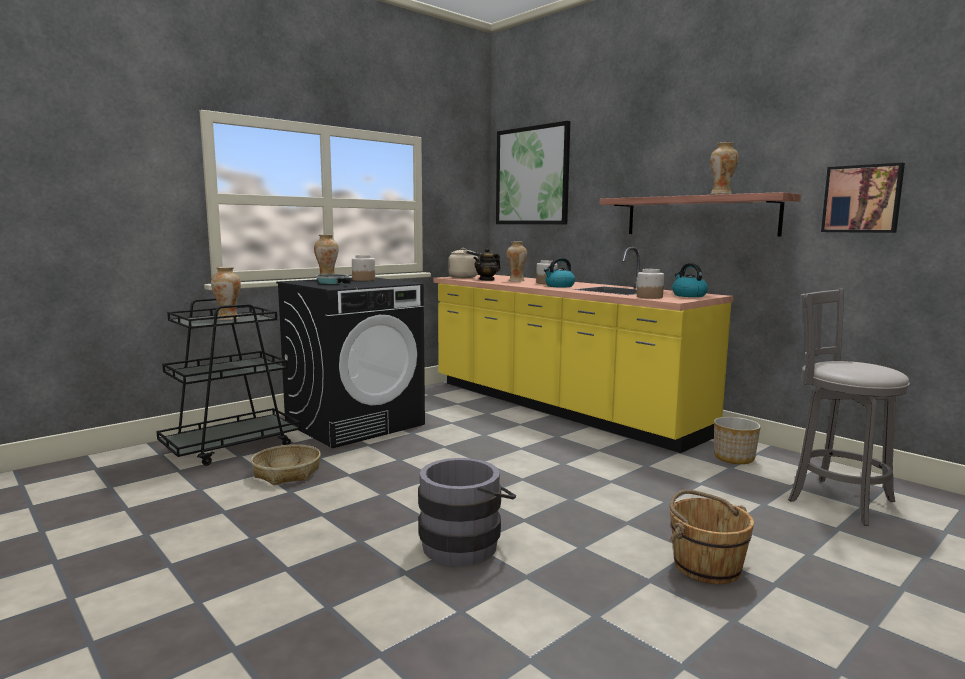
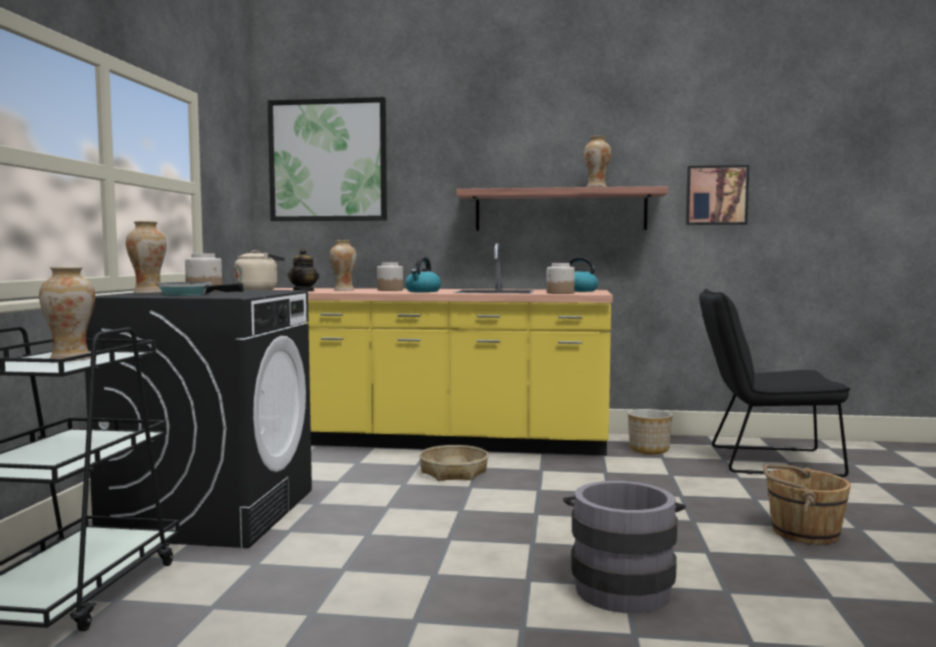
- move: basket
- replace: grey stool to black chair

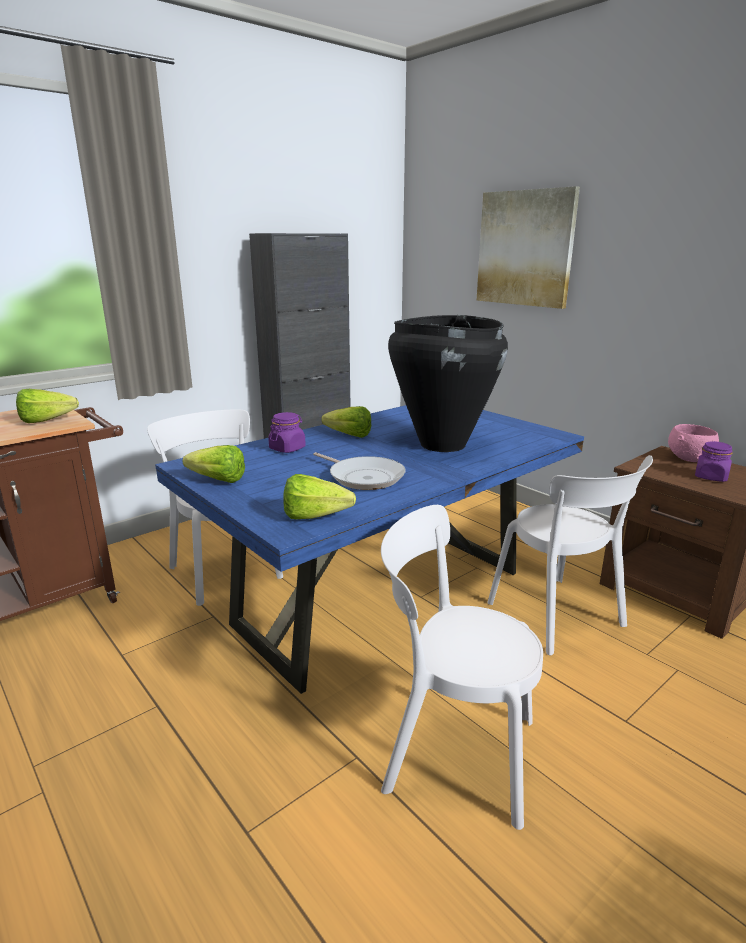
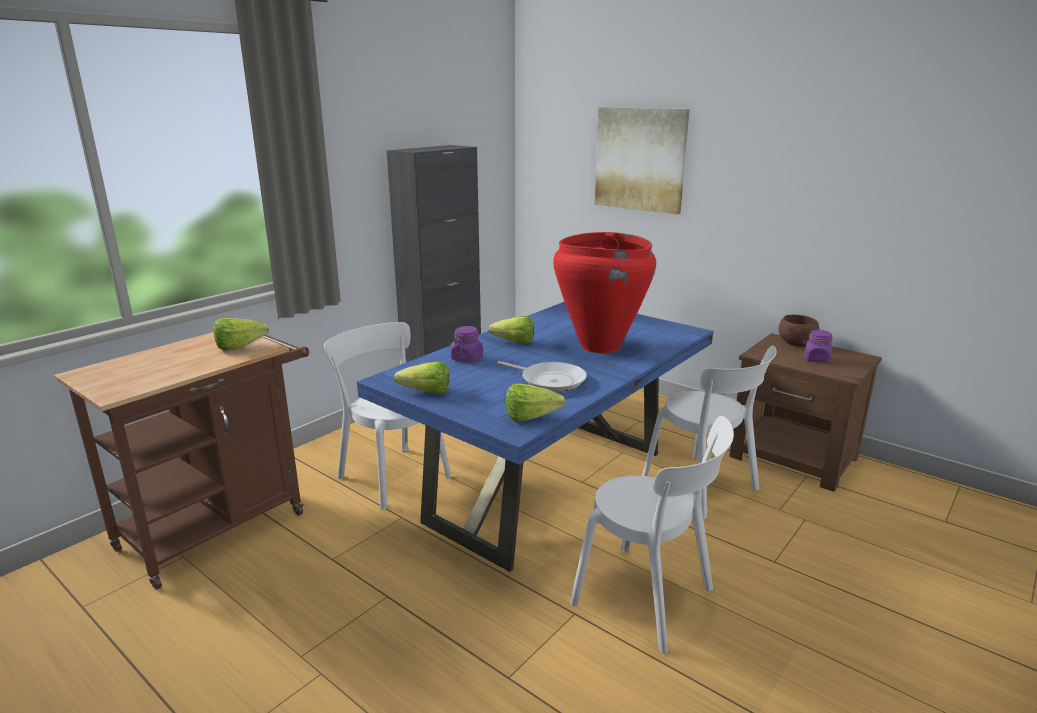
- recolor: black vase to red vase
- recolor: pink bowl to brown bowl
- rotate: white chair (2nd from left) 150 degrees counterclockwise

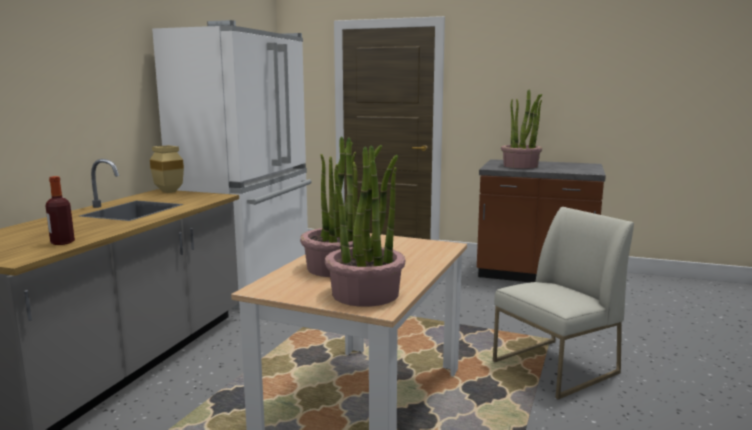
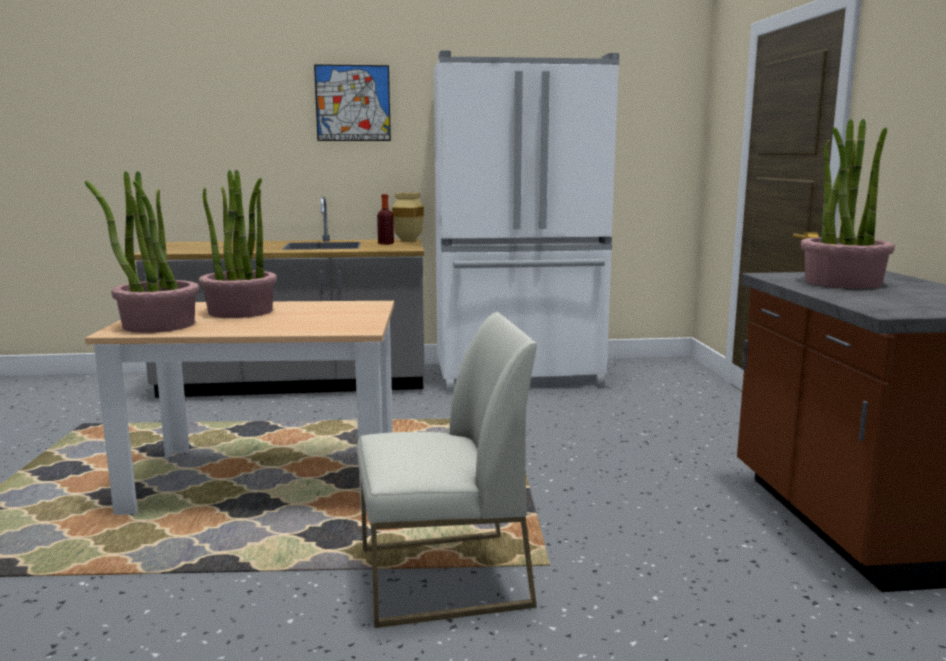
- insert: picture
- move: bottle
- rotate: white chair 45 degrees counterclockwise

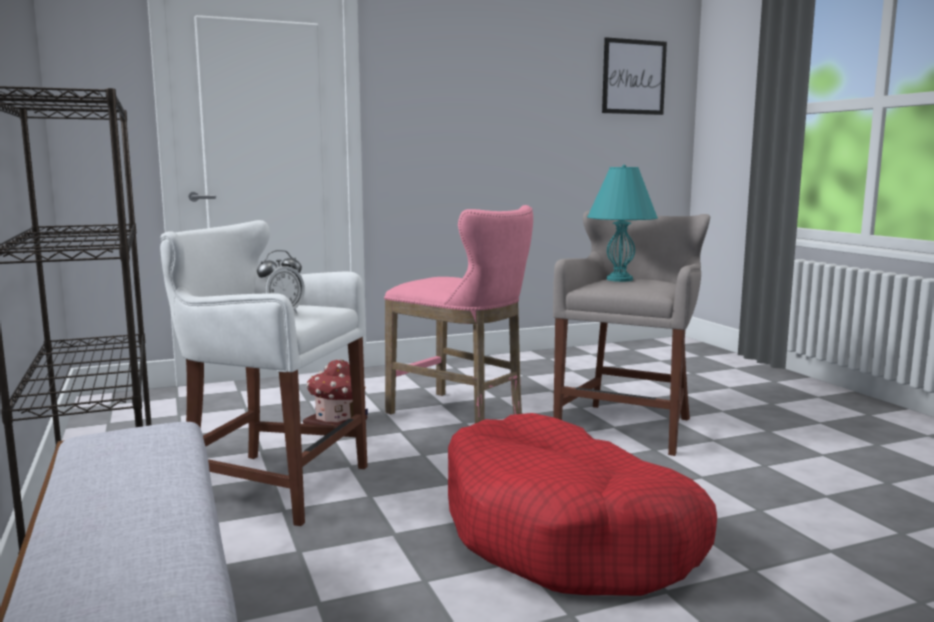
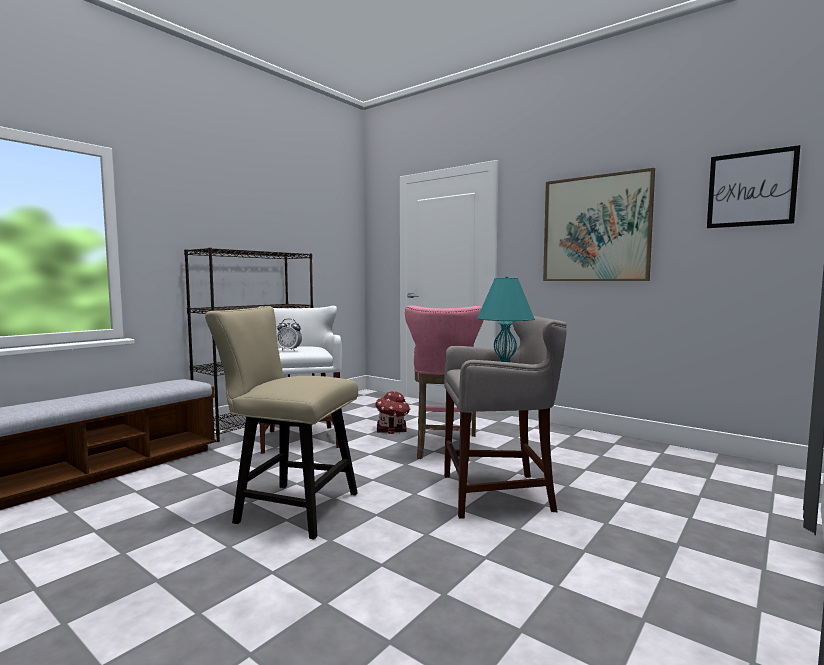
- insert: picture (1st from left)
- replace: red dog bed to beige chair

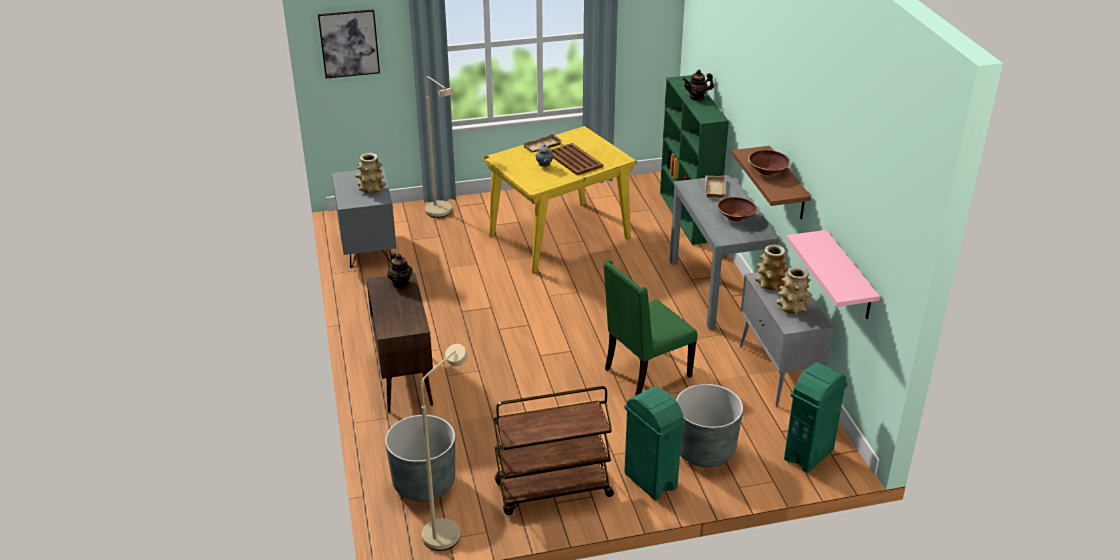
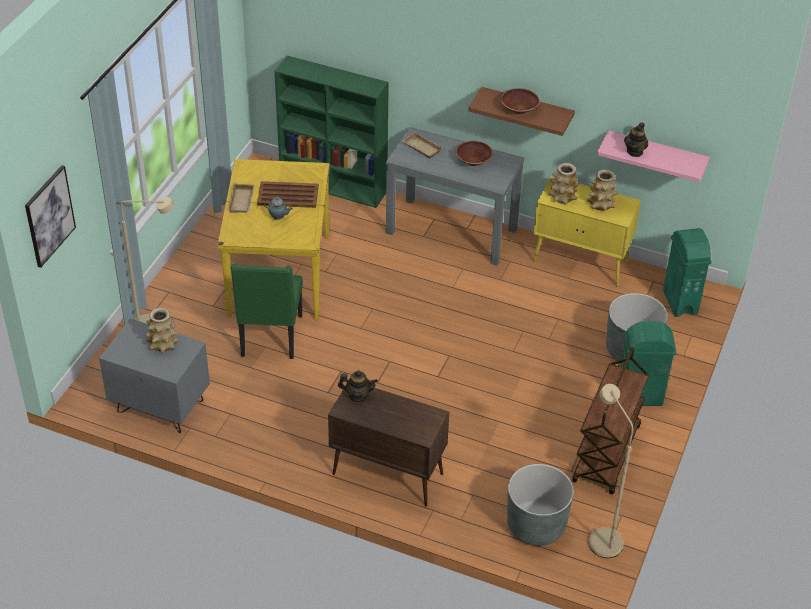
- move: green chair
- move: teapot (3rd from left)
- recolor: grey cabinet to yellow cabinet

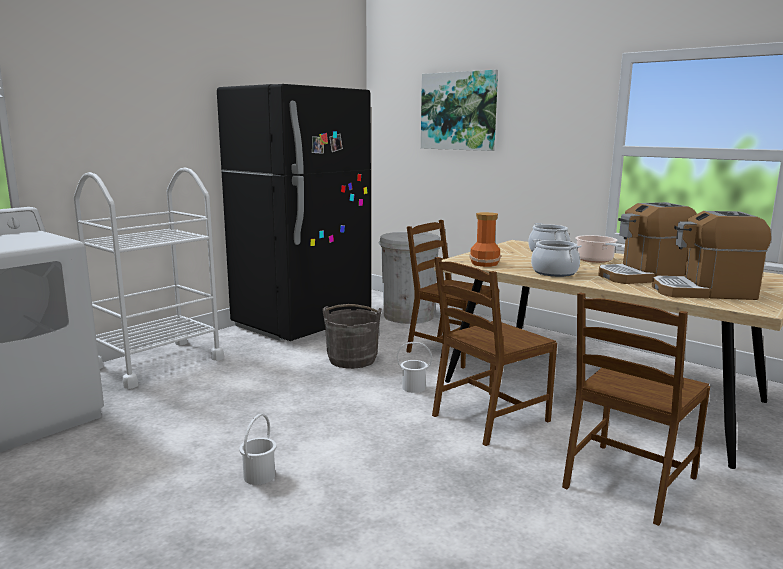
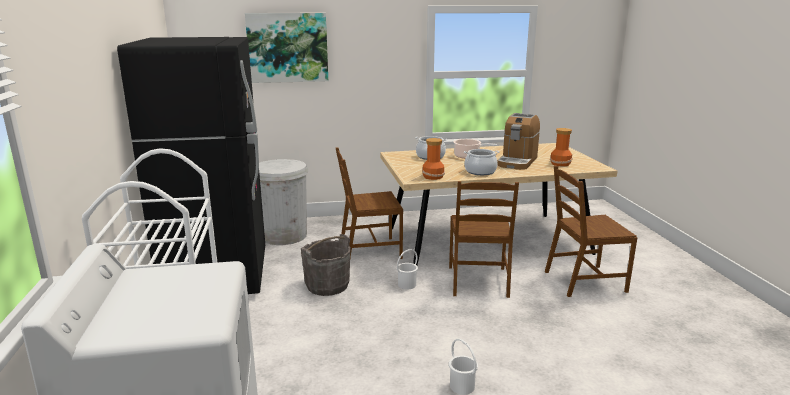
- replace: coffee machine (2nd from left) to vase (2nd from left)
- rotate: brown chair (3rd from left) 90 degrees clockwise

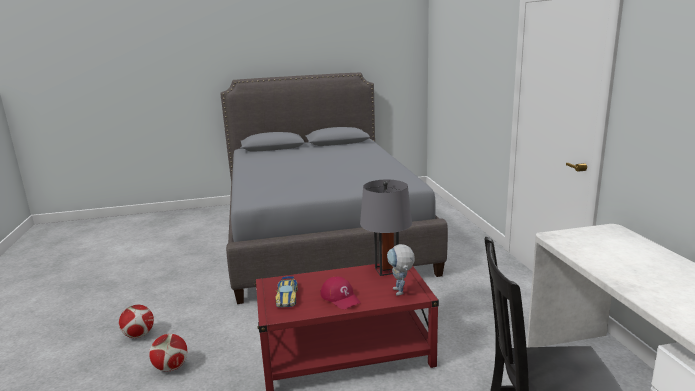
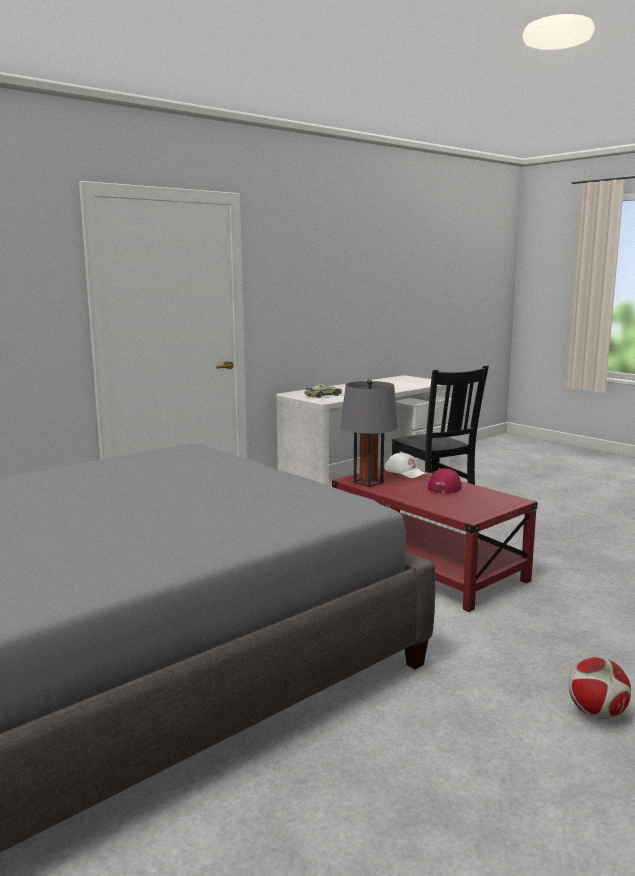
- delete: football (2nd from left)
- move: toy car
- replace: toy robot to white cap

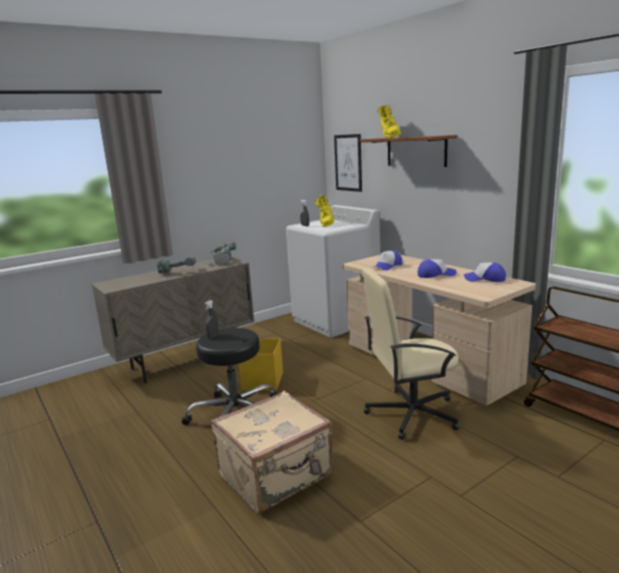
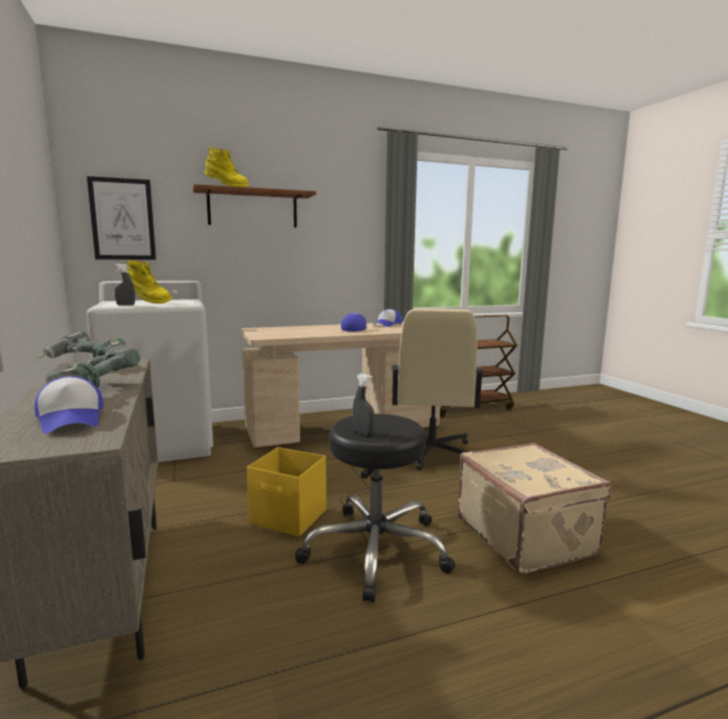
- move: cap (1st from left)

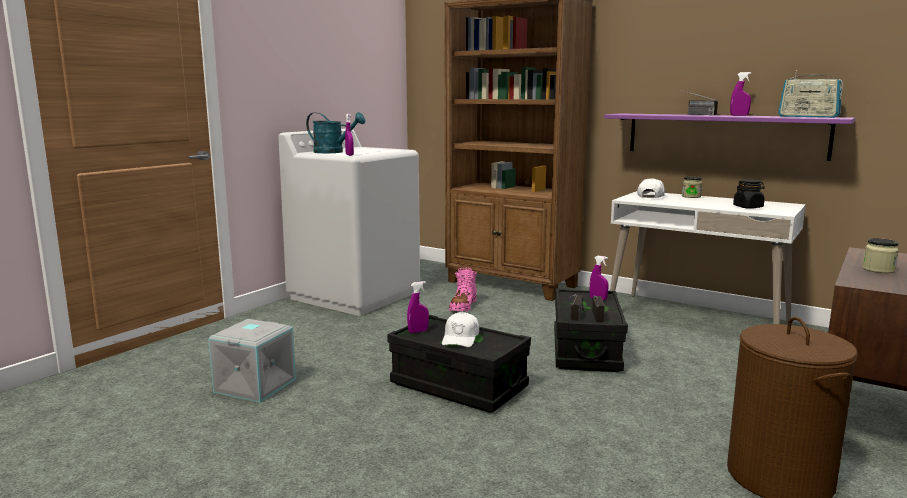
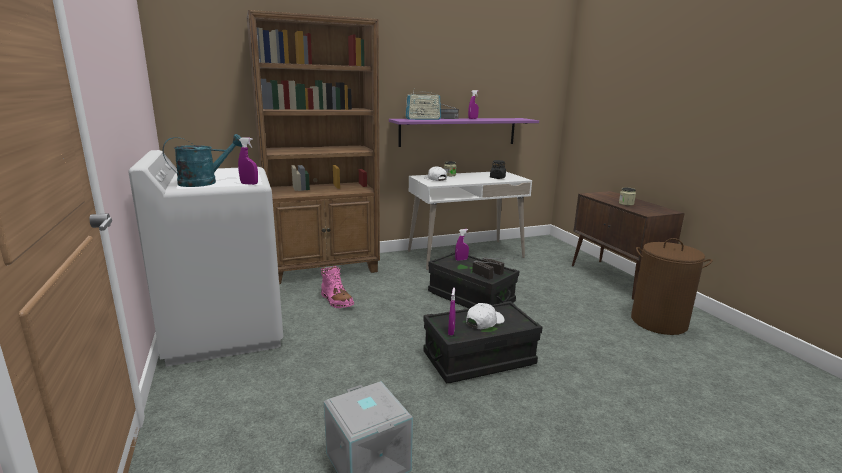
- move: radio (4th from left in the first image) to radio (1st from left)
- rotate: white cap (1st from left in the first image) 90 degrees counterclockwise

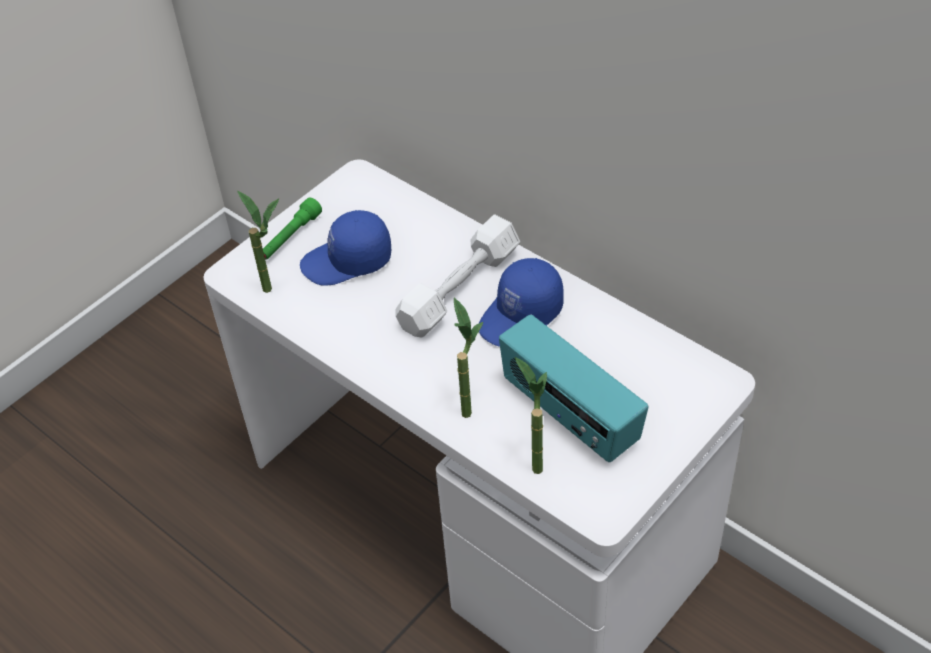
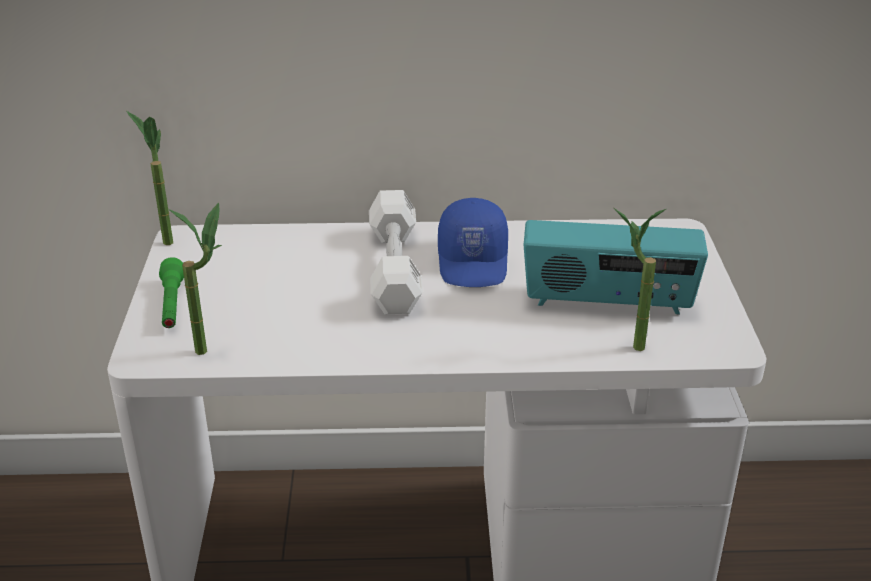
- delete: blue cap (1st from left)
- move: potted plant (2nd from left in the first image) to potted plant (1st from left)

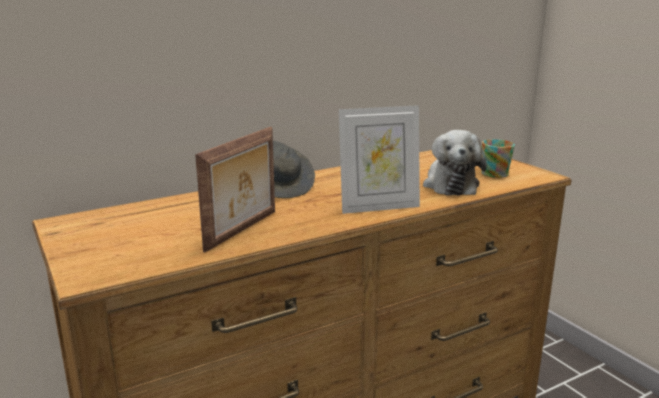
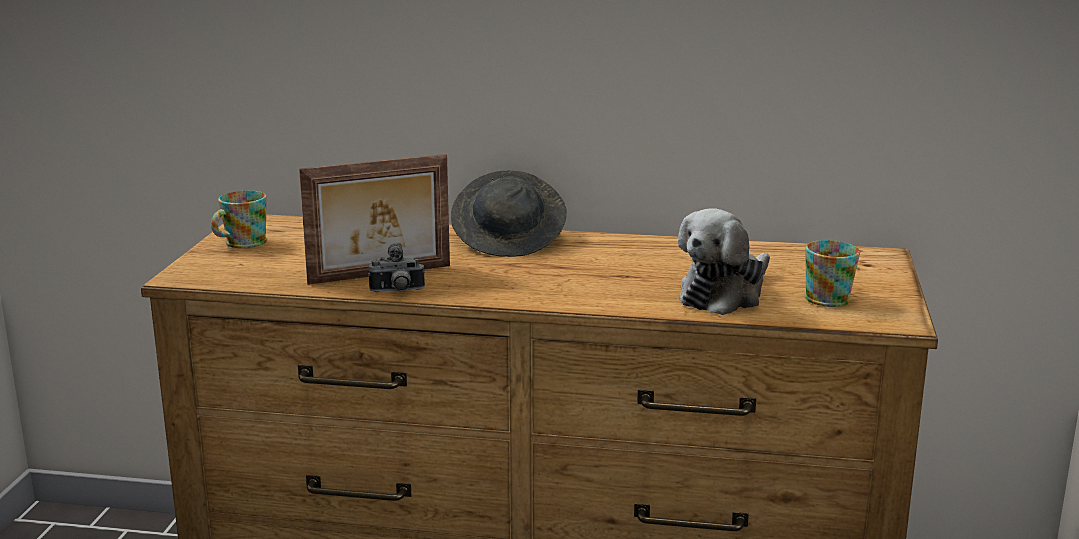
- delete: picture frame (2nd from left)
- insert: mug (1st from left)
- insert: photo camera

